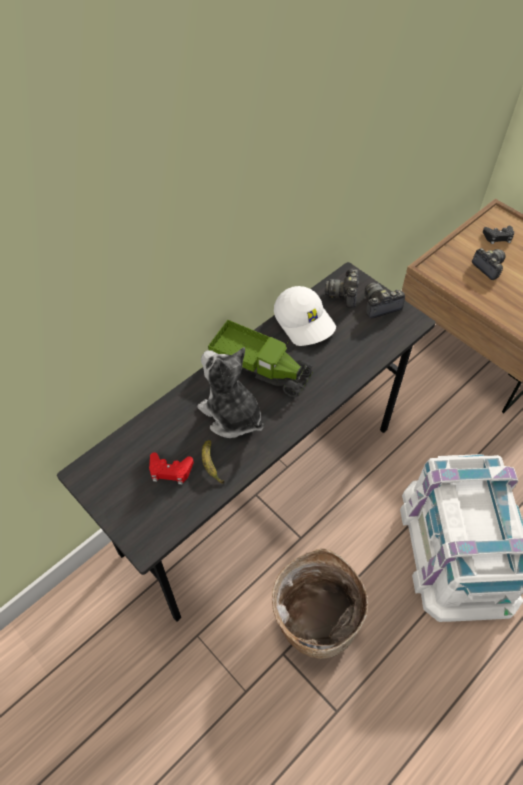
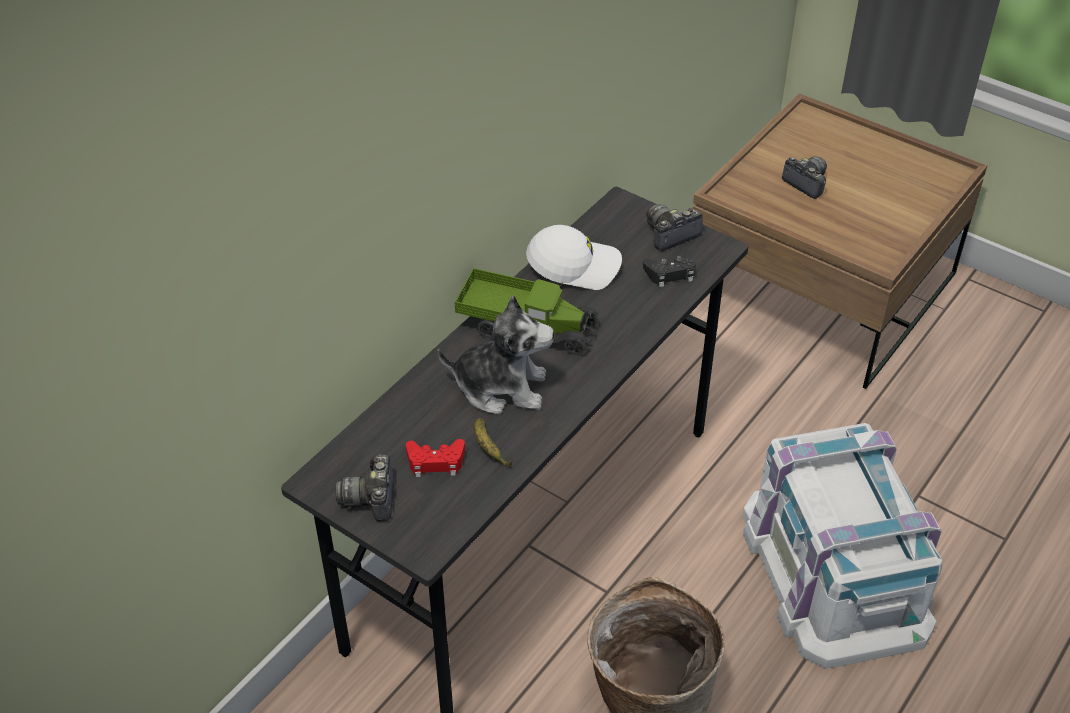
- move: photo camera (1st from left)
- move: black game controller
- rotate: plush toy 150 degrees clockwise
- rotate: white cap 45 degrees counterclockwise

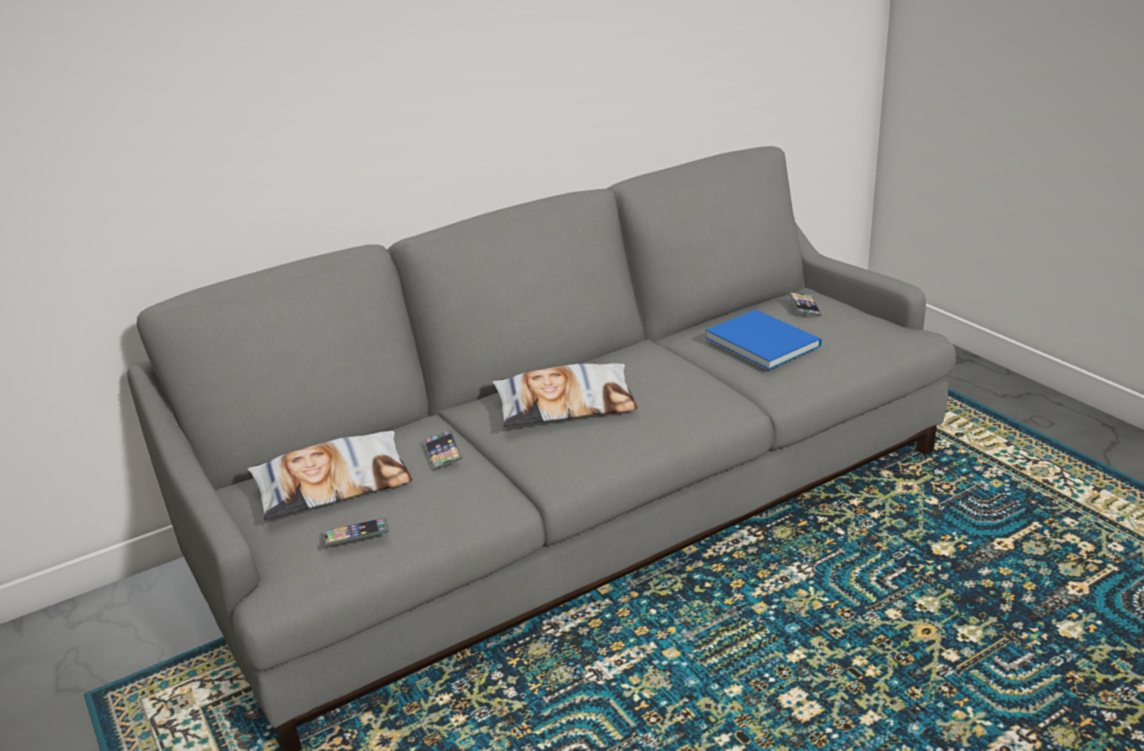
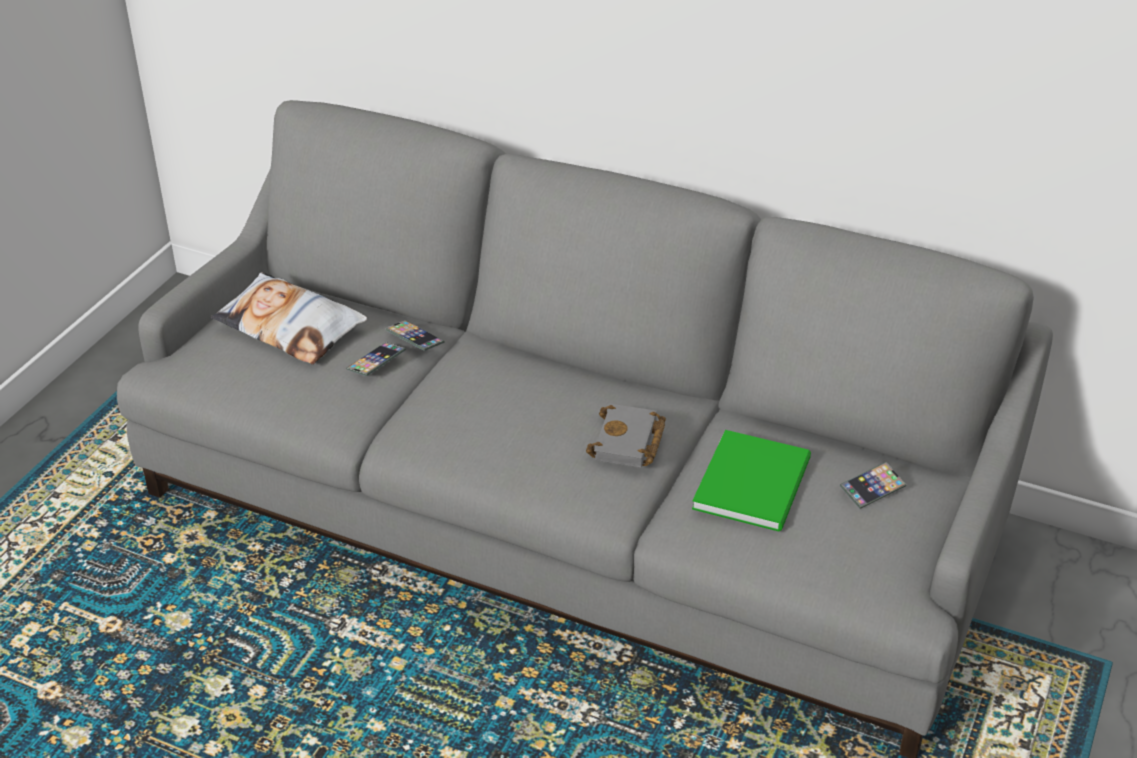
- delete: pillow (2nd from left)
- insert: grey book
- move: phone (1st from left in the first image) to phone (2nd from left)
- recolor: blue book to green book

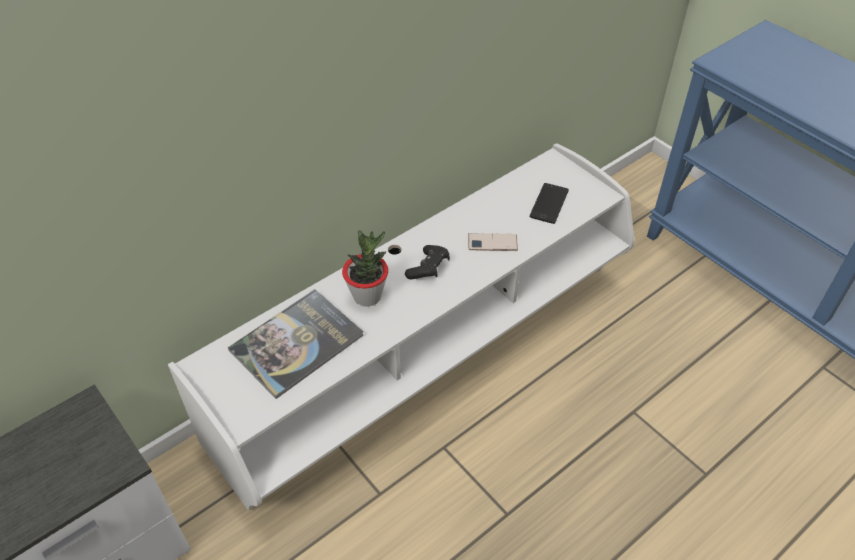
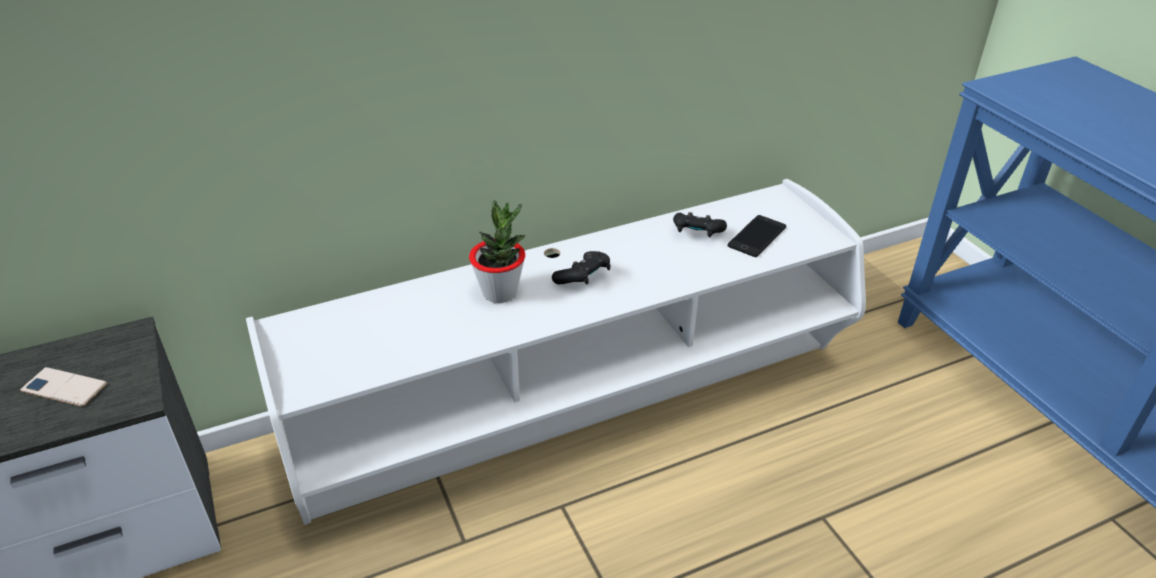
- delete: book
- insert: black game controller (2nd from left)
- move: phone (1st from left)

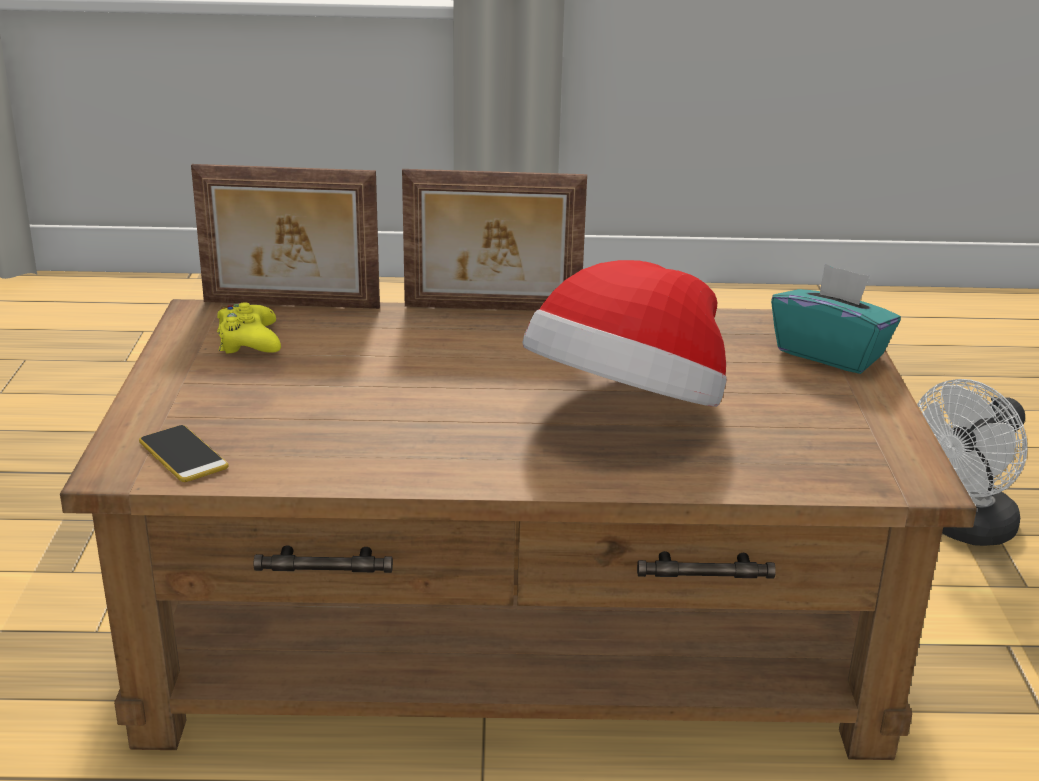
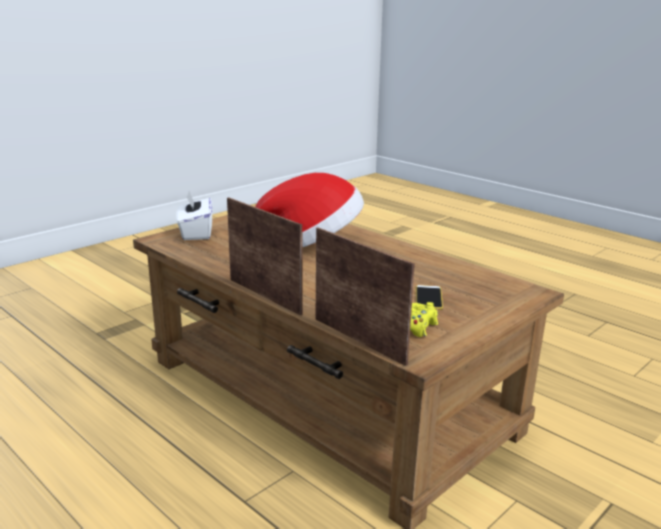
- delete: white fan
- move: phone
- recolor: turquoise tissue box to white tissue box

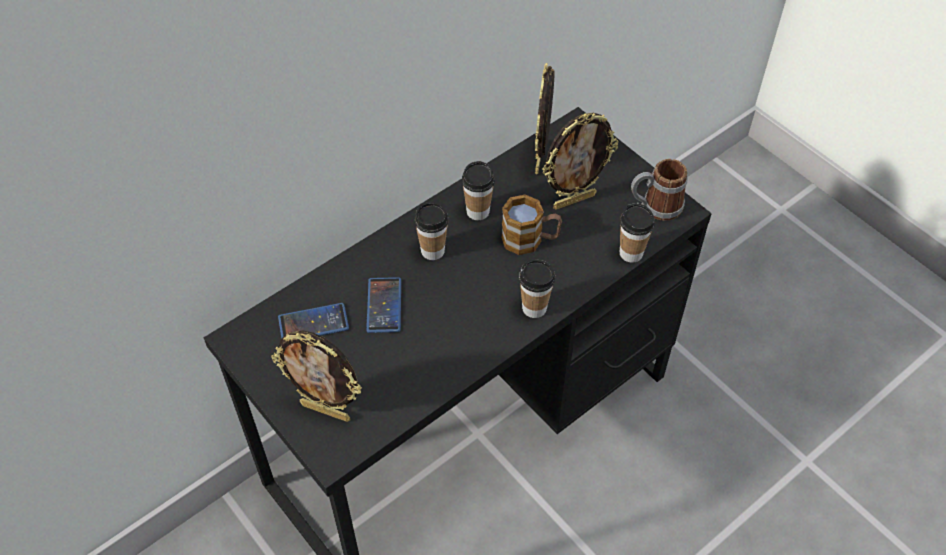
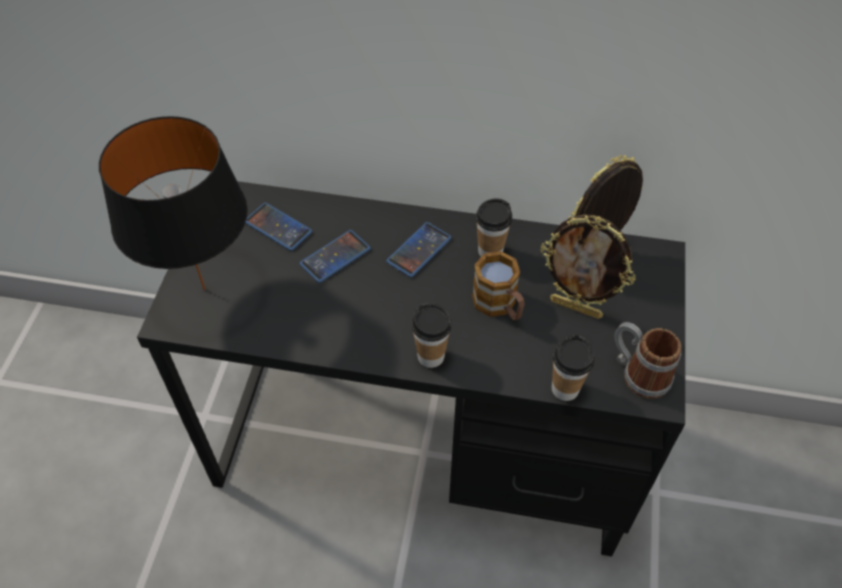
- replace: picture frame (1st from left) to black table lamp
- replace: cup (1st from left) to phone (3rd from left)

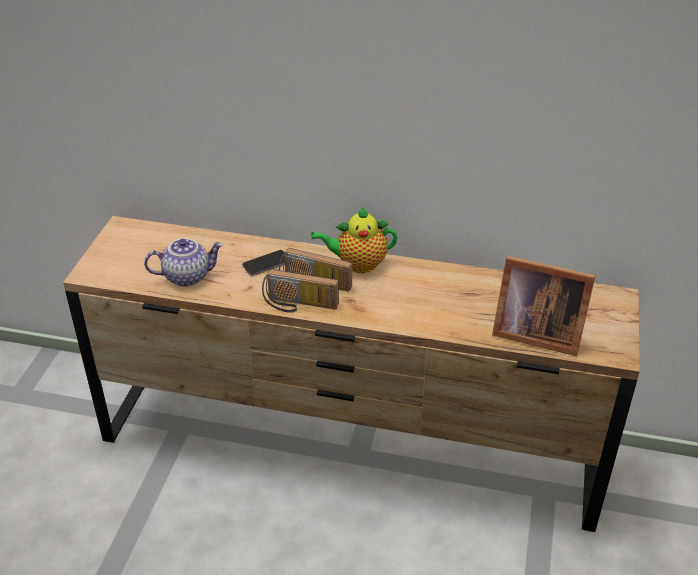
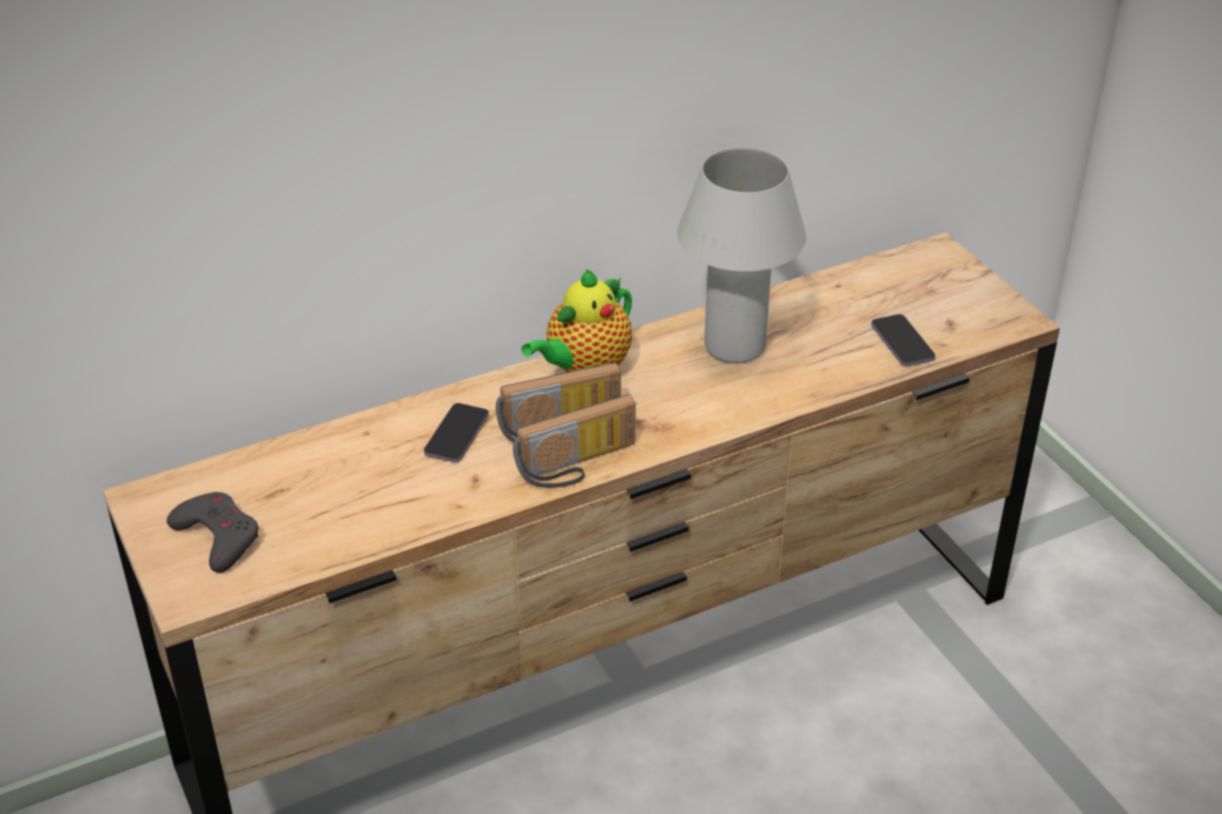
- delete: teapot (1st from left)
- insert: grey game controller
- insert: white table lamp
- replace: picture frame to phone (2nd from left)

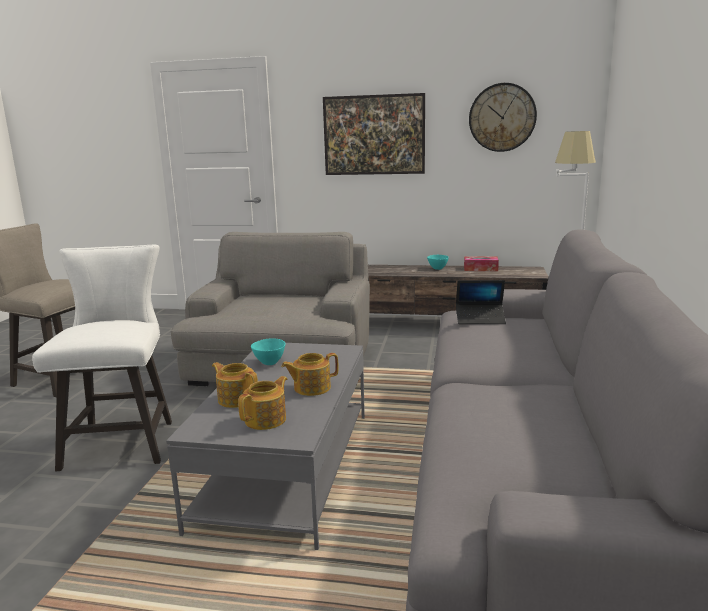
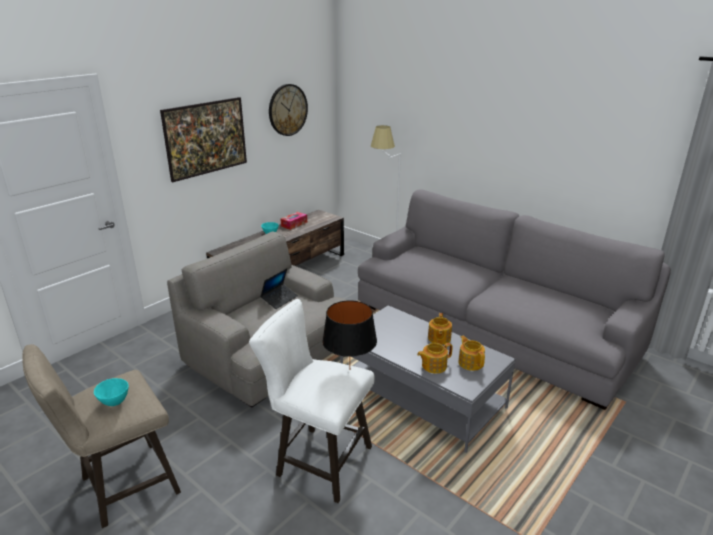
- insert: black table lamp
- move: turquoise bowl (1st from left)
- move: laptop

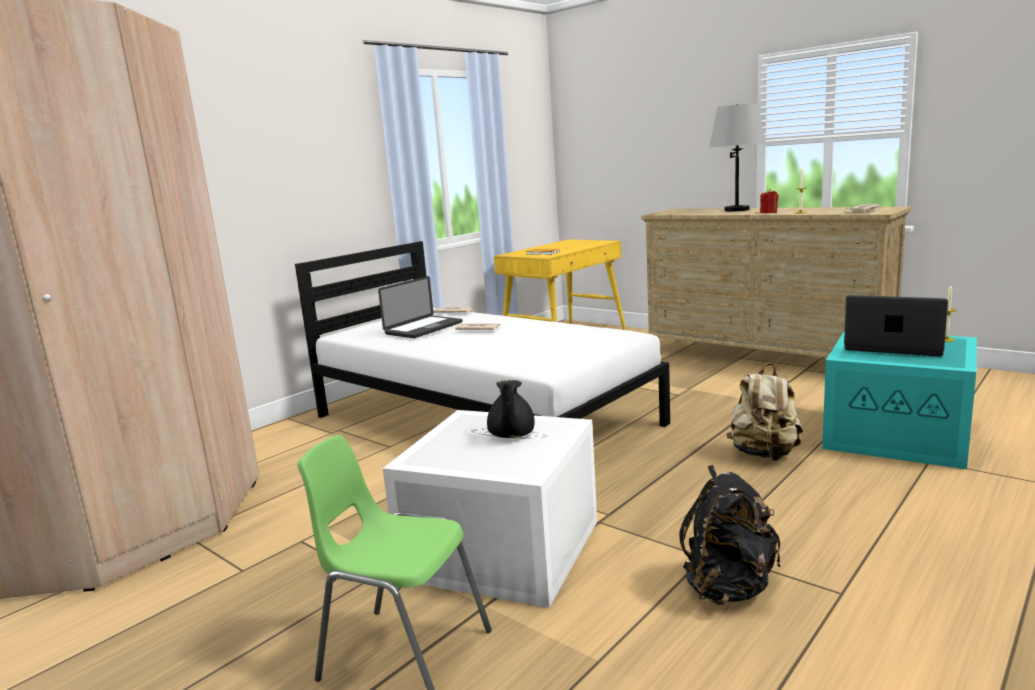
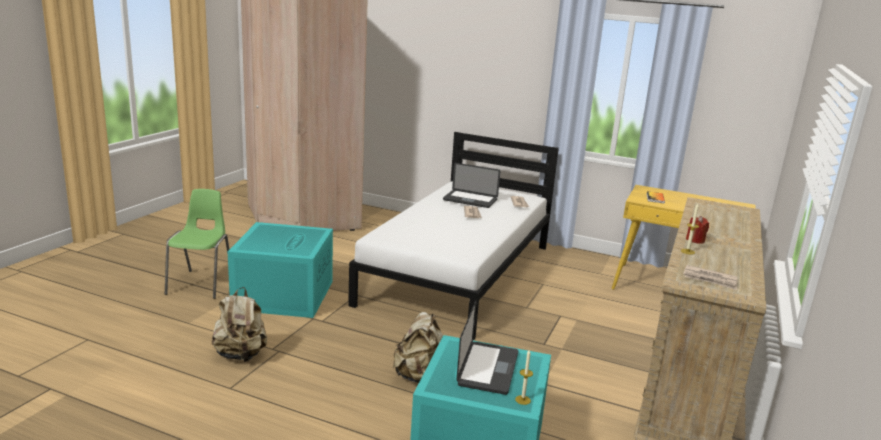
- delete: black teapot
- delete: grey table lamp
- recolor: white storage box to turquoise storage box (1st from left)
- recolor: black backpack to beige backpack (1st from left)

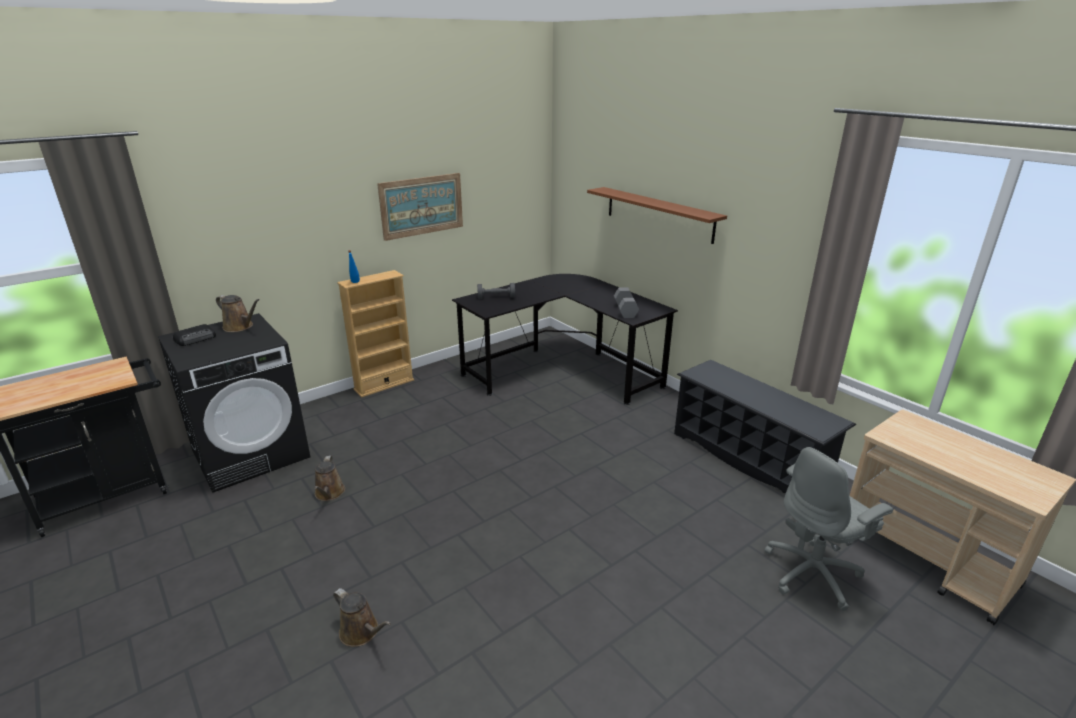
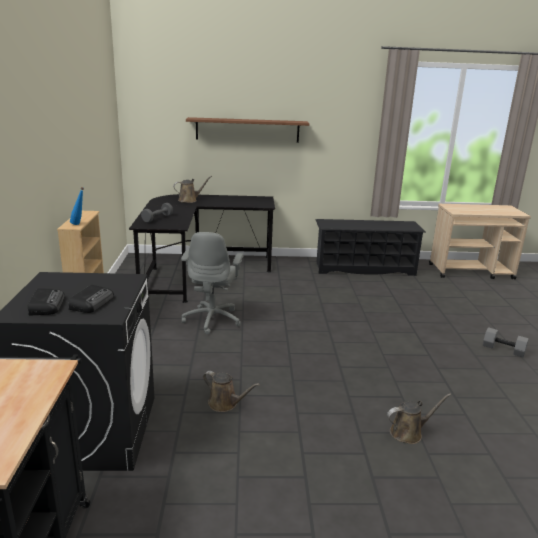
- delete: picture
- insert: radio (2nd from left)
- move: brown watering can (1st from left)
- move: grey dumbbell (2nd from left)
- move: grey office chair

